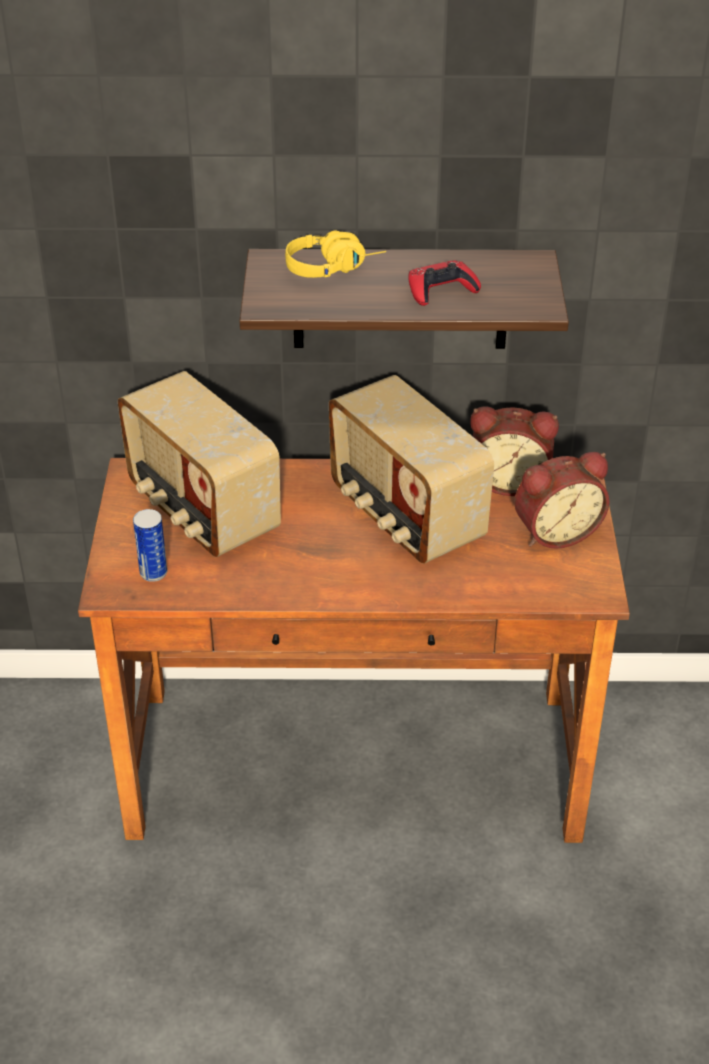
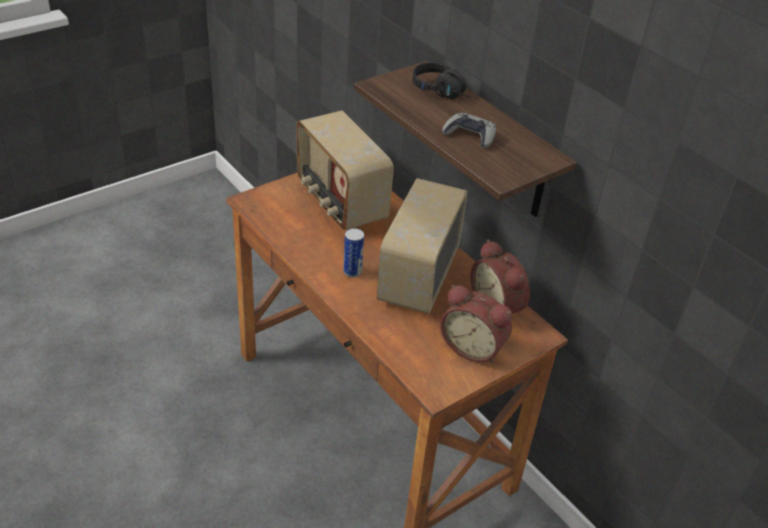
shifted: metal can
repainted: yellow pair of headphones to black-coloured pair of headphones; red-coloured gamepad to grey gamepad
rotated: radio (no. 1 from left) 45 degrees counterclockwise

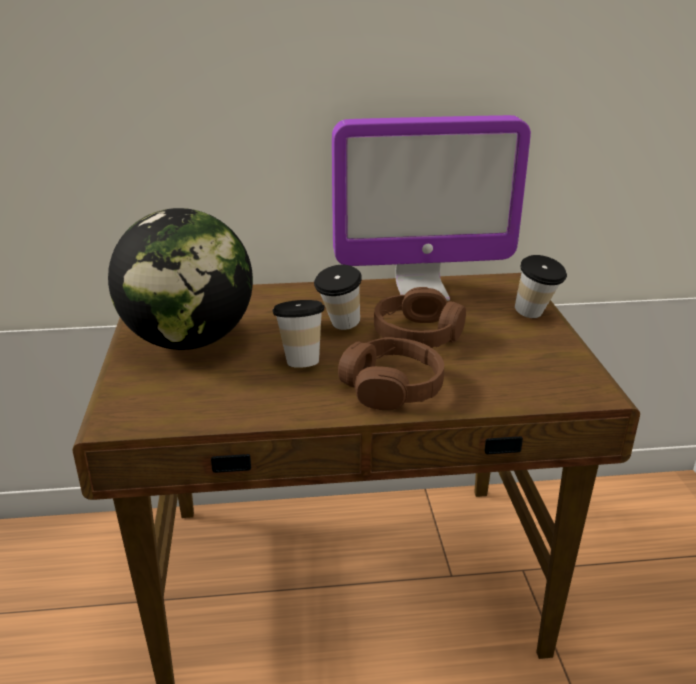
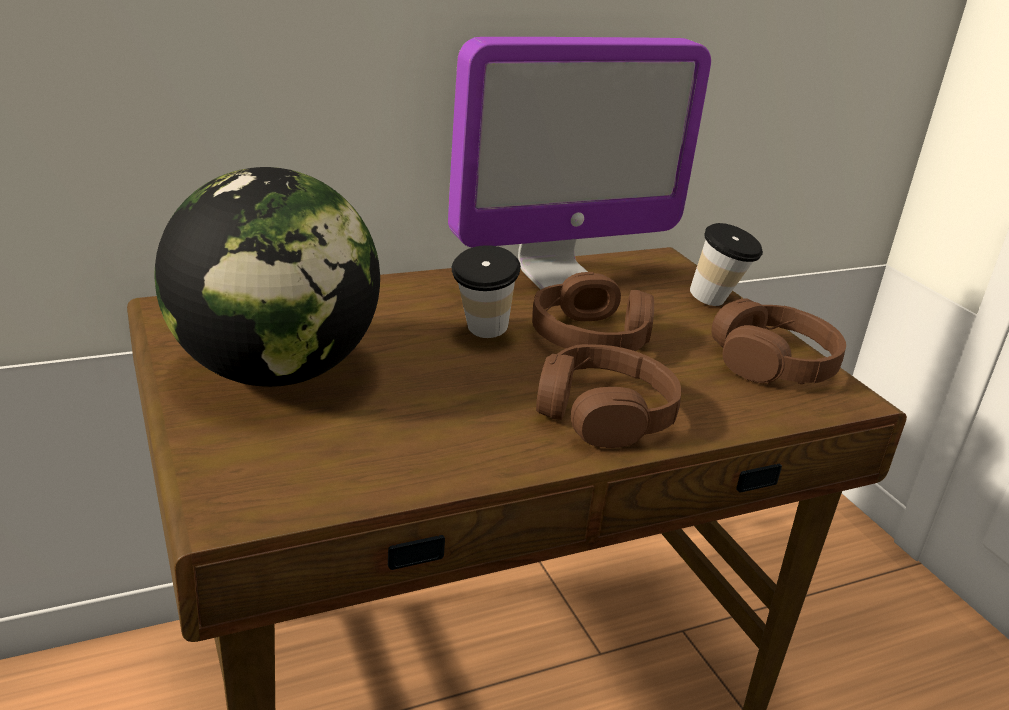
gone: cup (no. 1 from left)
new: brown pair of headphones (no. 3 from left)

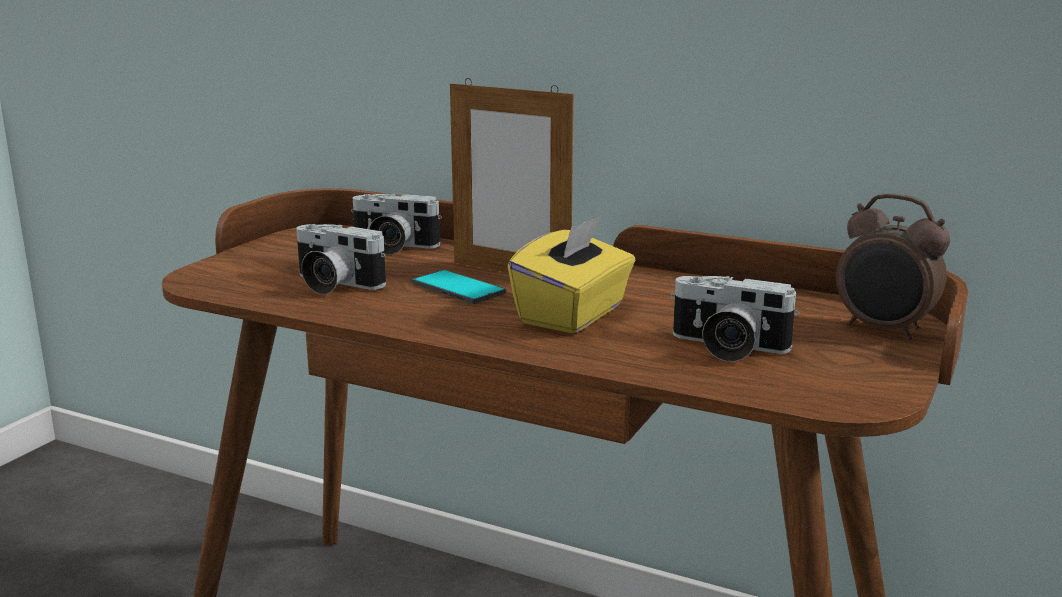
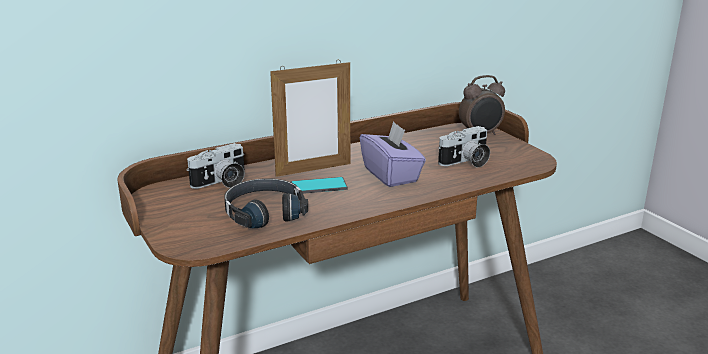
swapped: still camera (no. 1 from left) to black-coloured pair of headphones
repainted: yellow box of tissues to purplish box of tissues

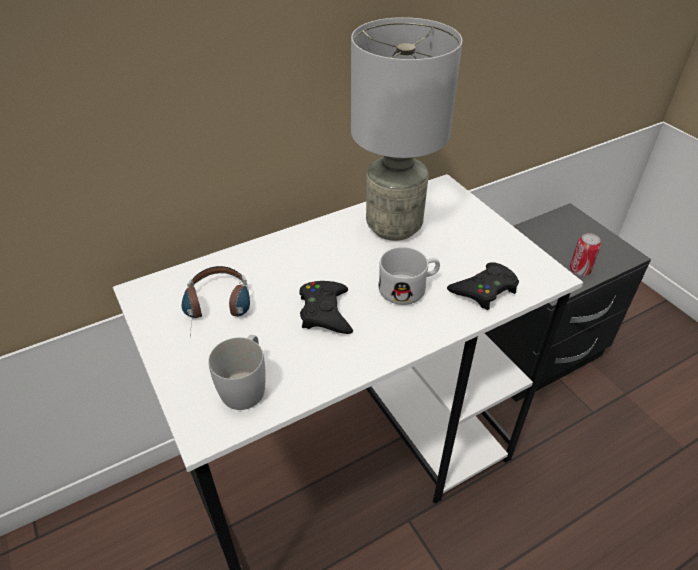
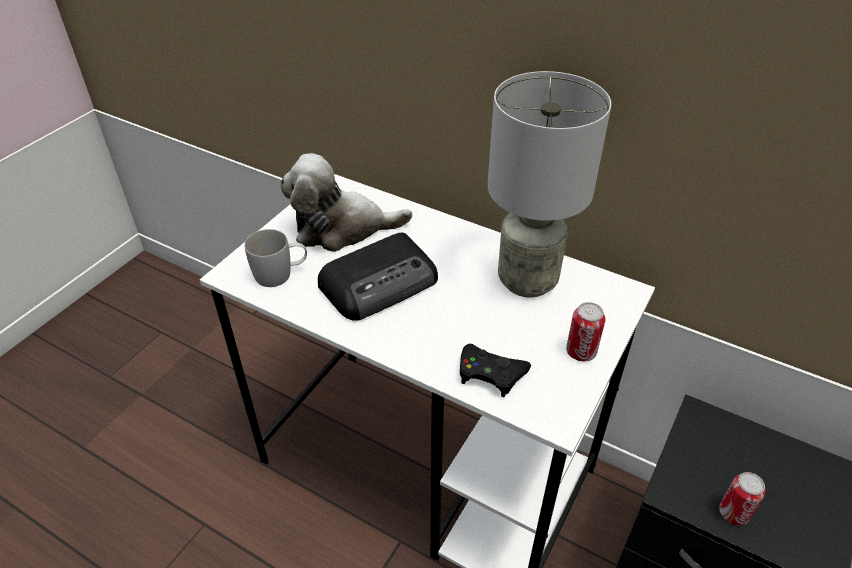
gone: white coffee mug (no. 2 from left)
new: metal can (no. 1 from left)
swapped: pair of headphones to cuddly toy; black-coloured gamepad (no. 1 from left) to radio

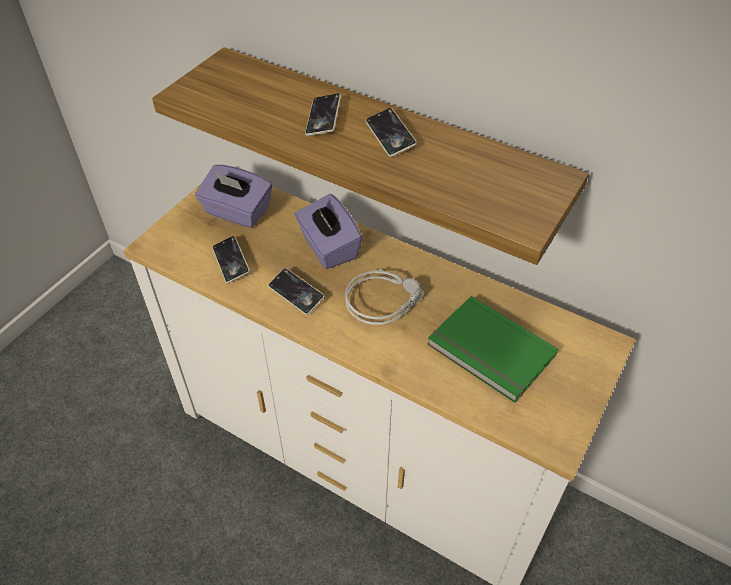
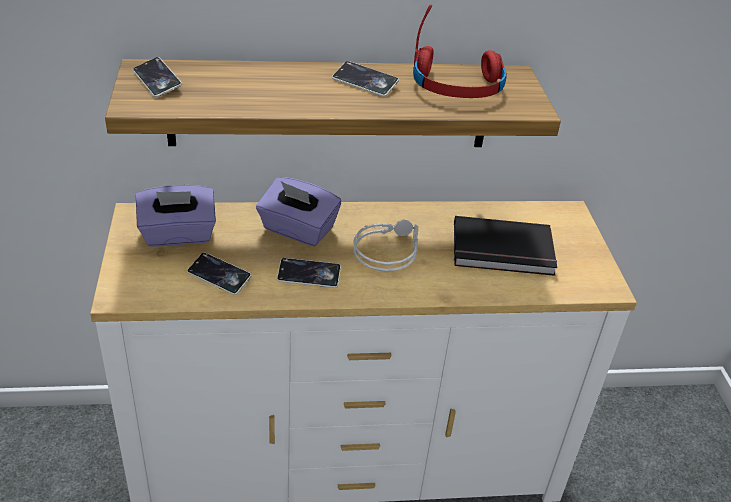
new: red-coloured pair of headphones
shifted: telephone (no. 3 from left in the first image) to telephone (no. 1 from left)
repainted: green bound book to black-coloured bound book

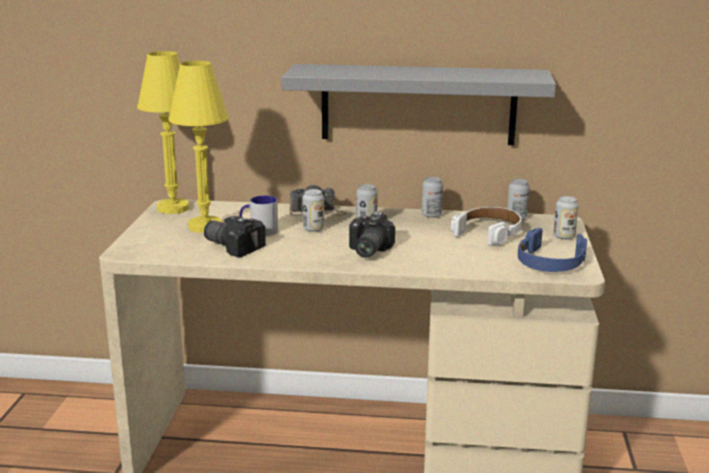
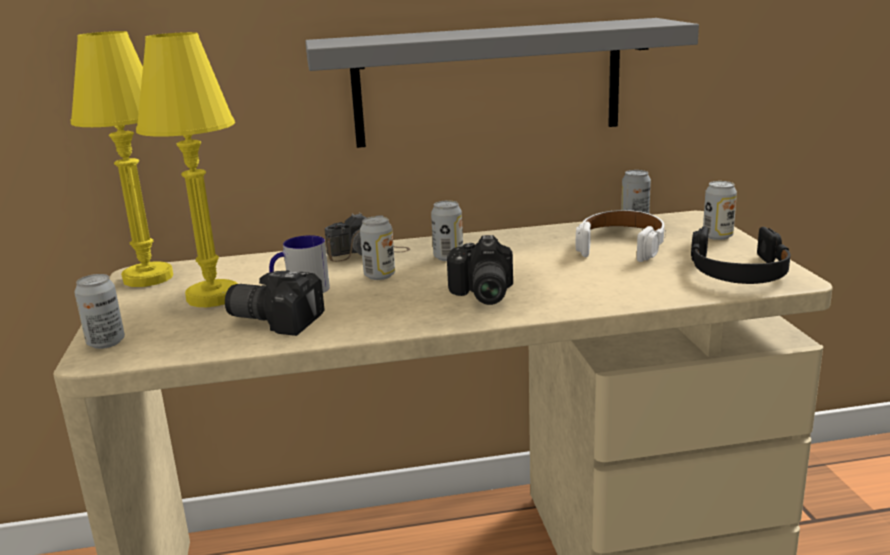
shifted: metal can (no. 3 from left in the first image) to metal can (no. 1 from left)
repainted: bluish pair of headphones to black-coloured pair of headphones

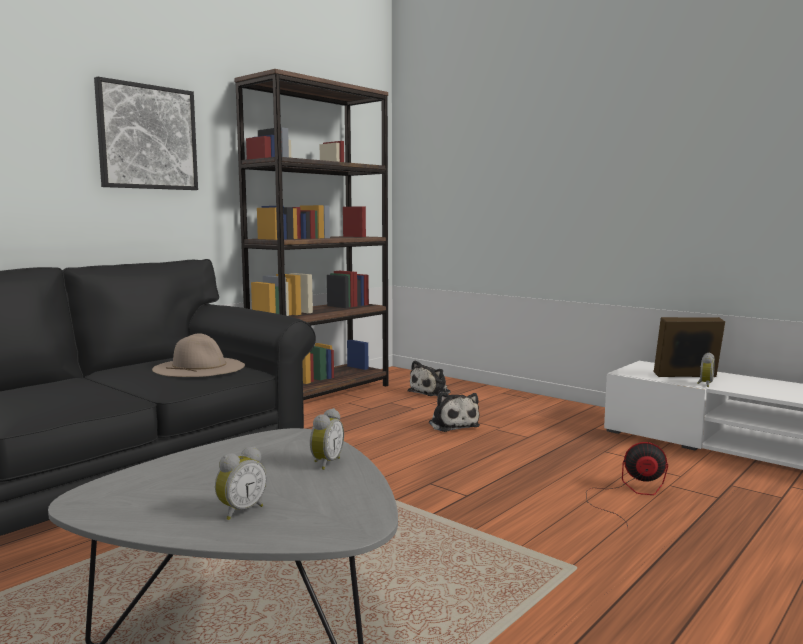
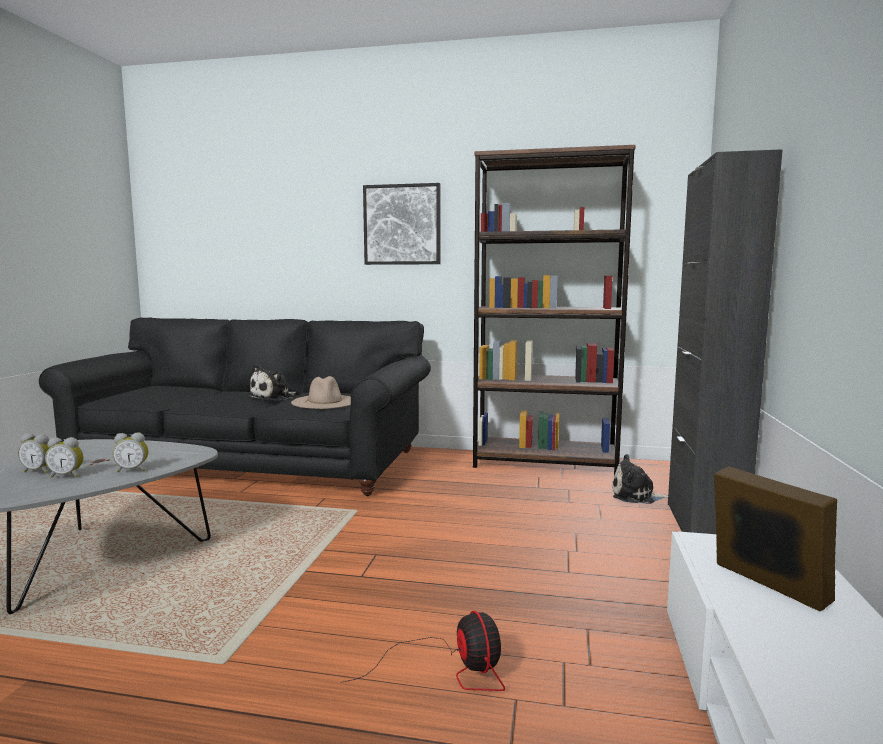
new: black-coloured cabinet
shifted: table clock (no. 3 from left in the first image) to table clock (no. 2 from left); cuddly toy (no. 2 from left in the first image) to cuddly toy (no. 1 from left)

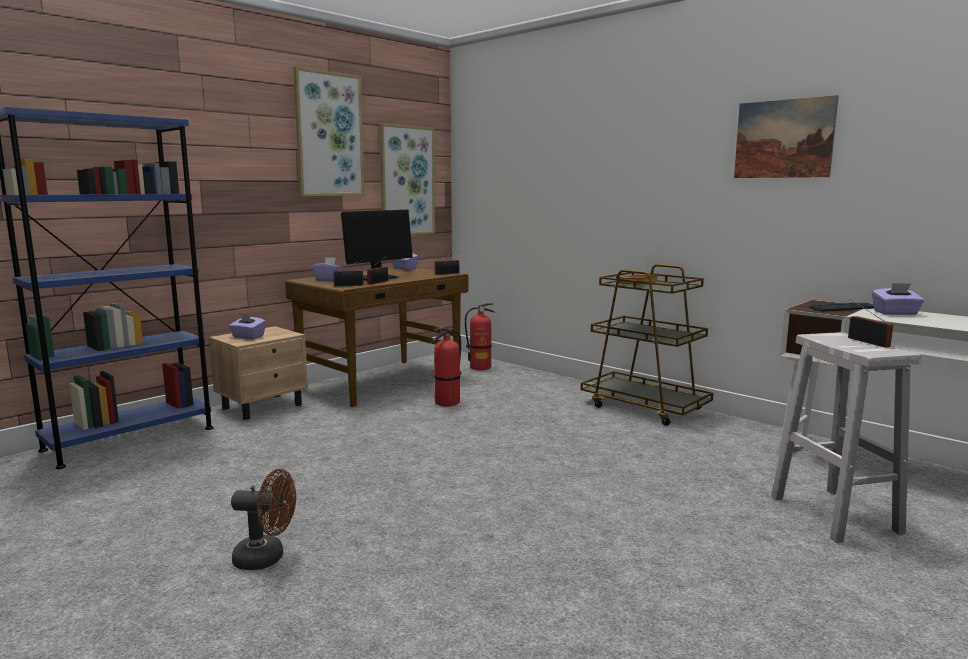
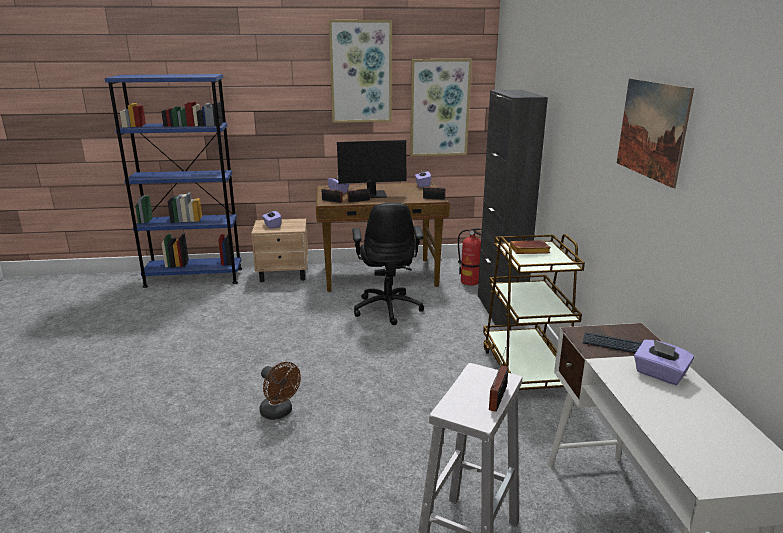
new: black-coloured cabinet
shifted: brown fan
swapped: extinguisher (no. 1 from left) to black-coloured office chair

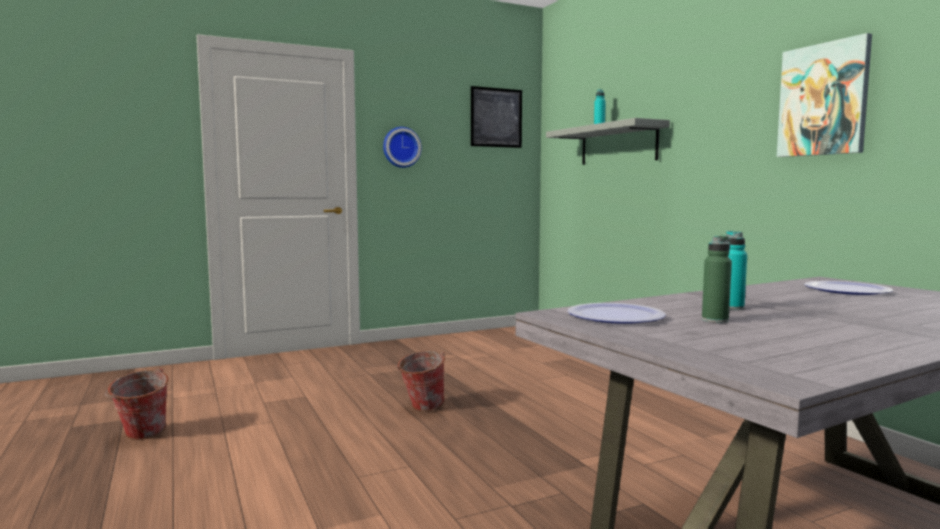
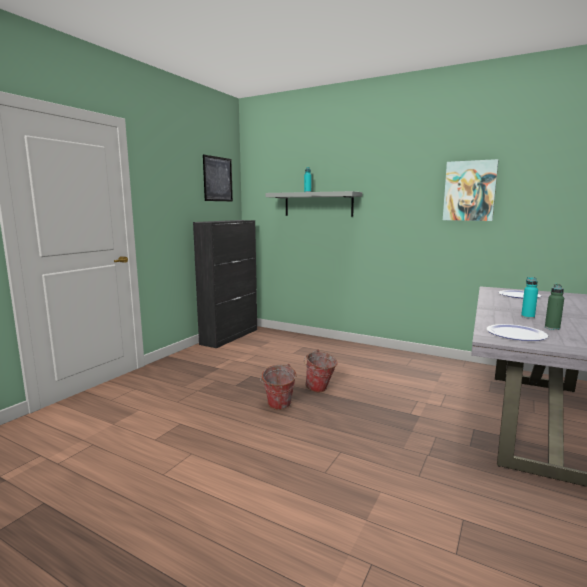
gone: hanging clock
new: black-coloured cabinet
shifted: bucket (no. 1 from left in the first image) to bucket (no. 2 from left)

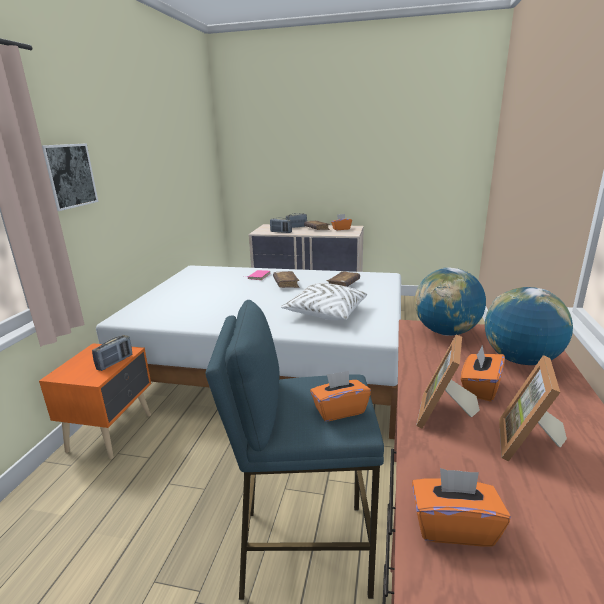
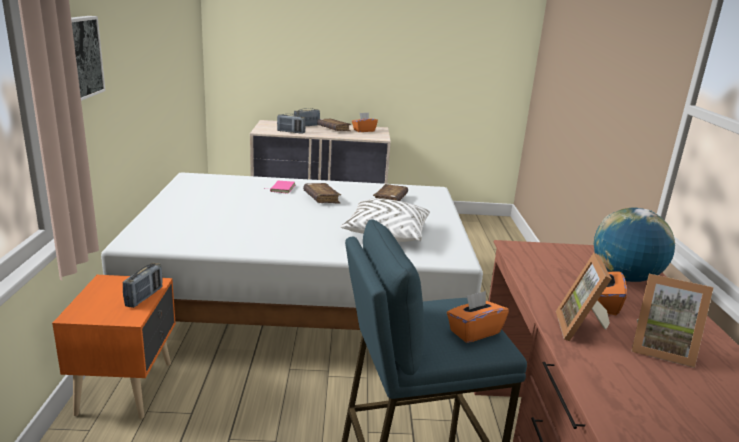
gone: world globe (no. 1 from left); orange-coloured box of tissues (no. 3 from left)
rotated: photo frame (no. 2 from left) 75 degrees counterclockwise

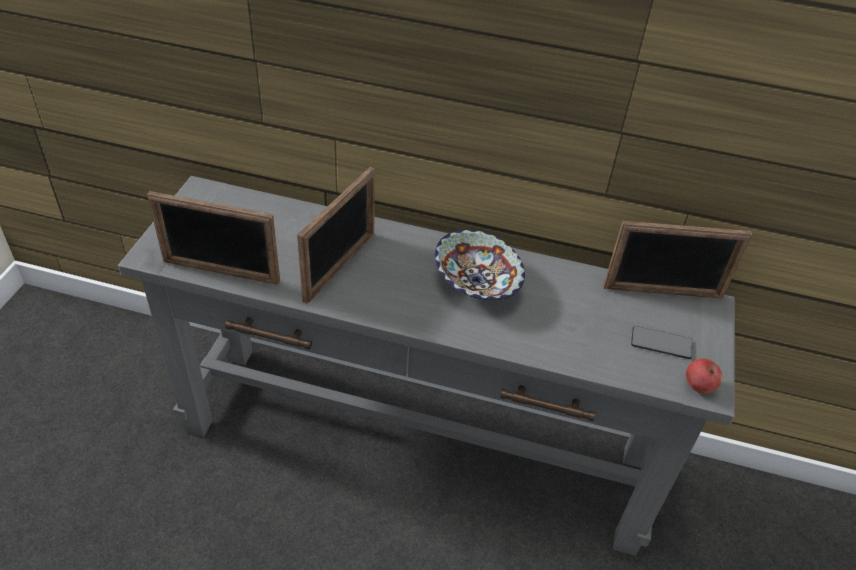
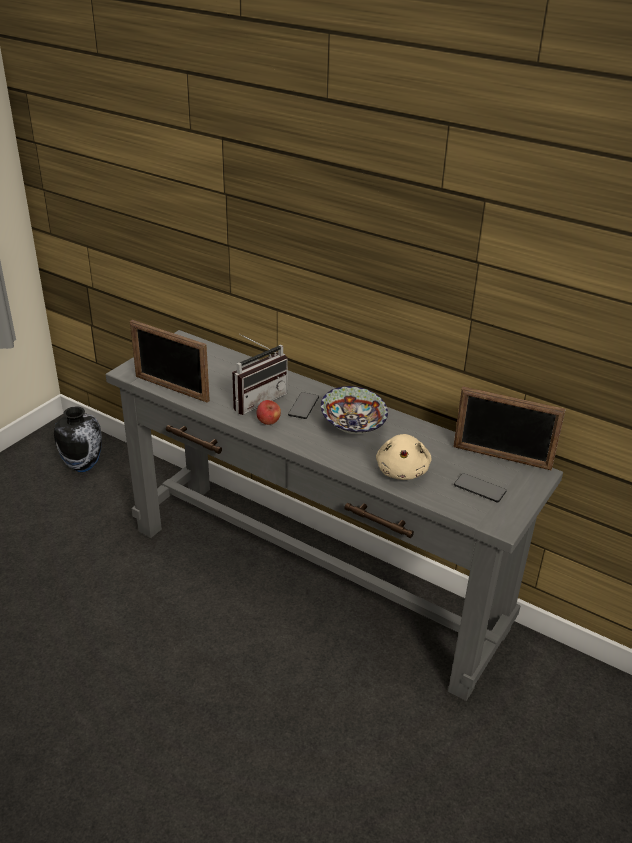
new: telephone (no. 1 from left); flower vase; sand-coloured cuddly toy
shifted: whole apple
swapped: photo frame (no. 2 from left) to radio

